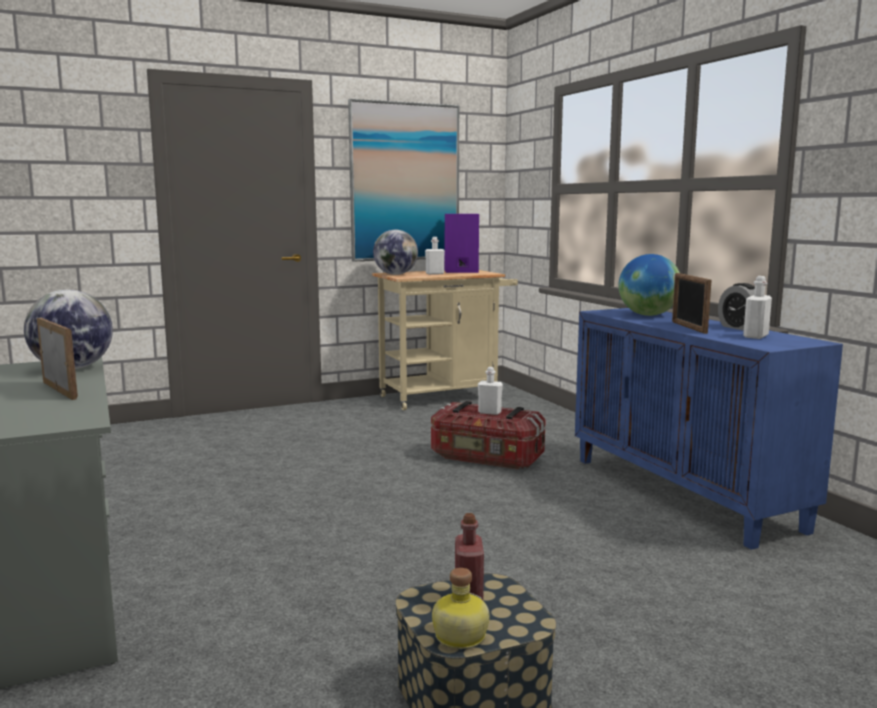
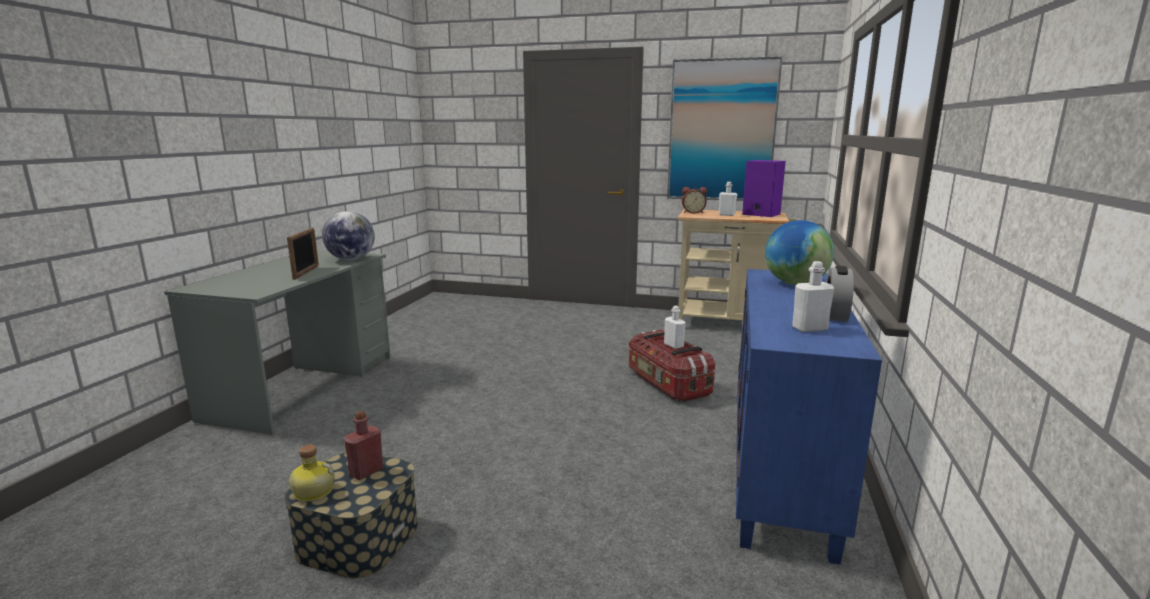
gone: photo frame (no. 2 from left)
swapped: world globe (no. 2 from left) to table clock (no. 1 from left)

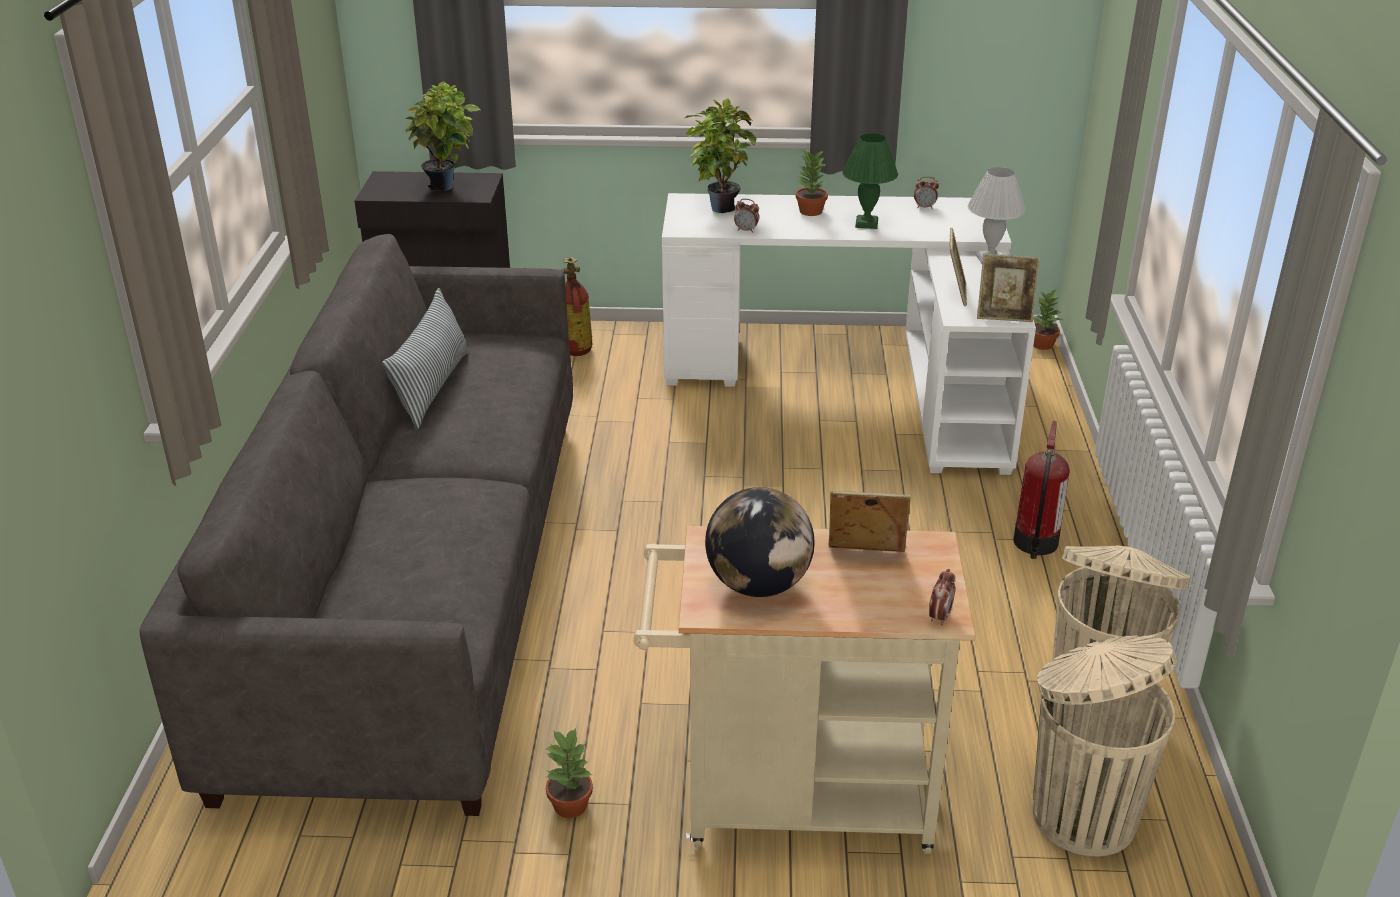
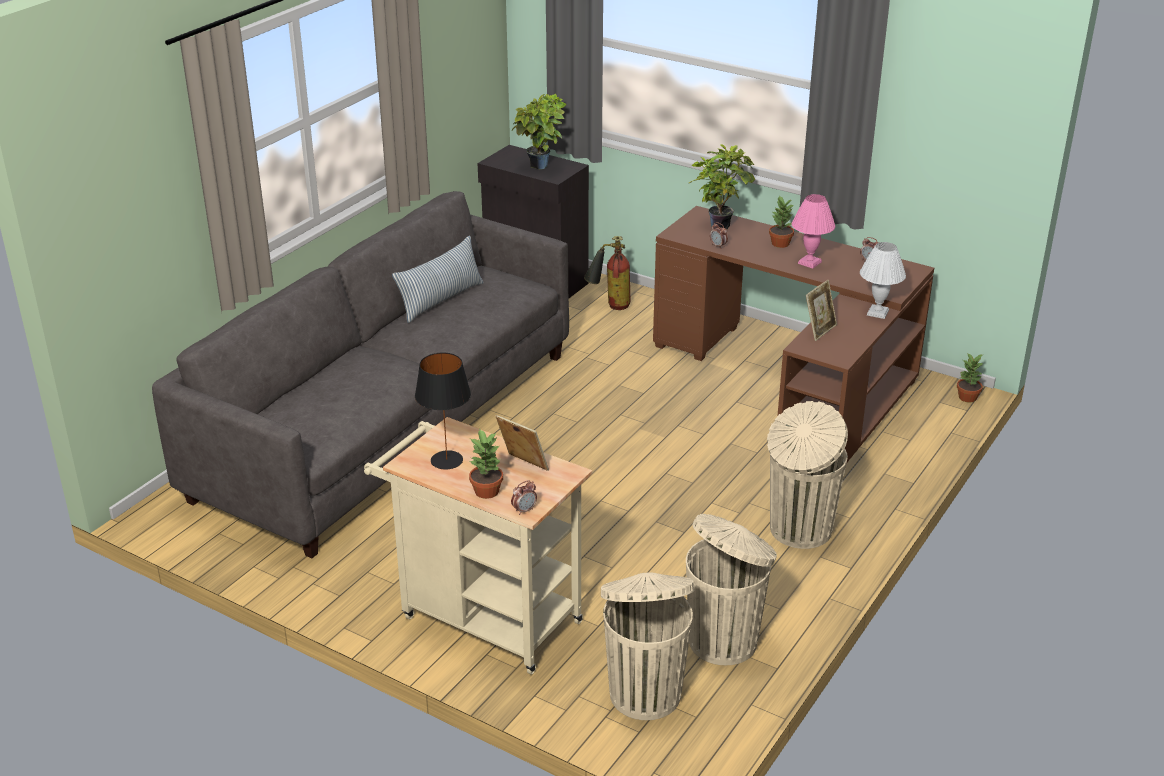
gone: photo frame (no. 3 from left)
shifted: potted plant (no. 2 from left in the first image) to potted plant (no. 1 from left)
swapped: extinguisher (no. 2 from left) to sand-coloured trash can (no. 3 from left); world globe to black-coloured tabletop lamp
repainted: green tabletop lamp to pink tabletop lamp; white desk table to brown desk table

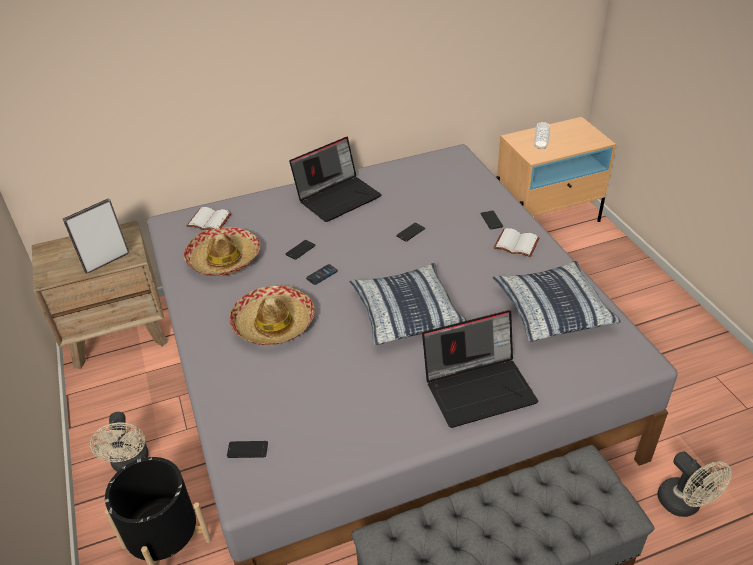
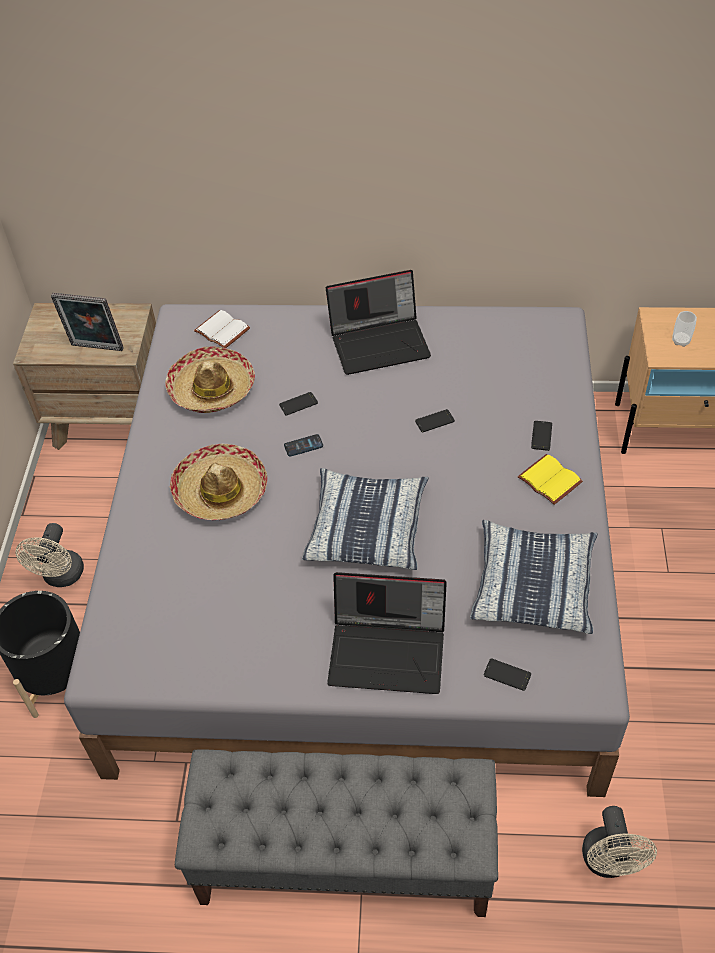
shifted: telephone (no. 1 from left in the first image) to telephone (no. 4 from left)
repainted: white bound book (no. 2 from left) to yellow bound book
rotated: photo frame 150 degrees counterclockwise

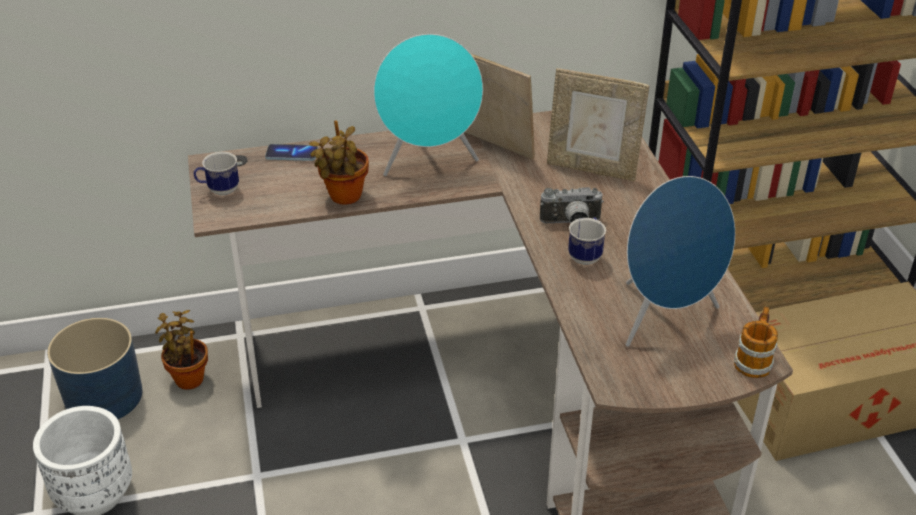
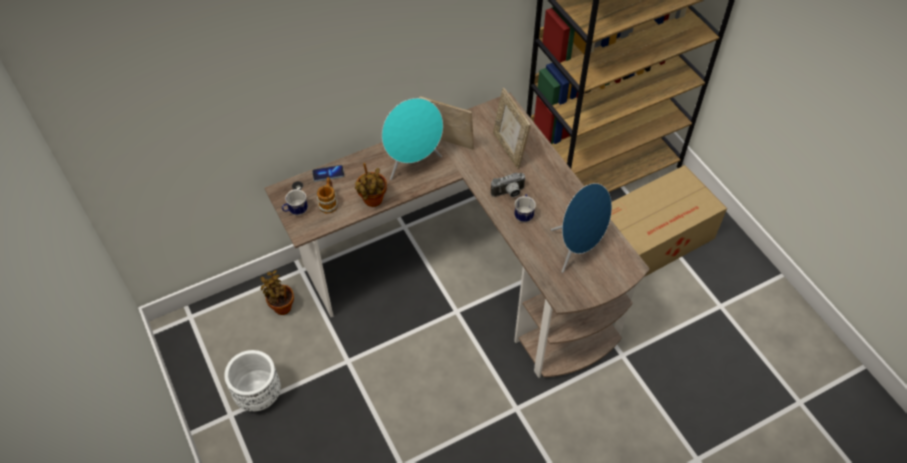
gone: bluish flower pot
shifted: coffee mug (no. 3 from left in the first image) to coffee mug (no. 2 from left)
rotated: photo frame (no. 2 from left) 60 degrees clockwise

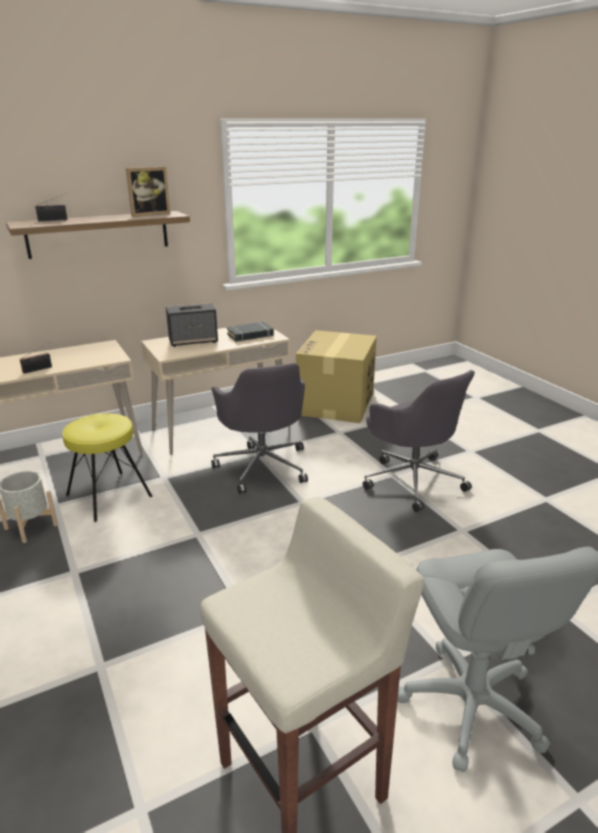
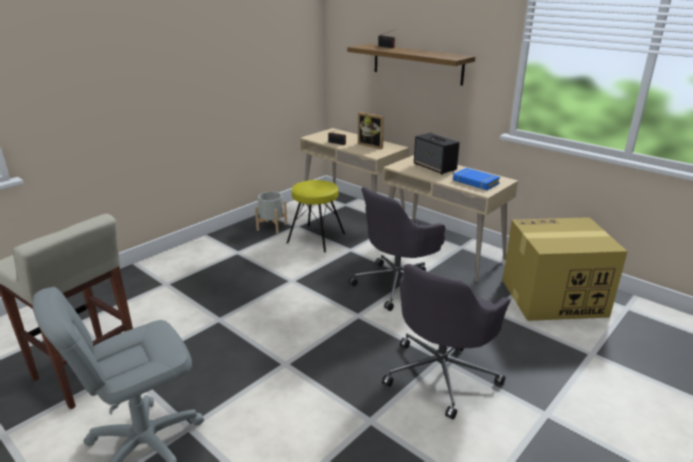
shifted: photo frame
repainted: black-coloured bound book to bluish bound book

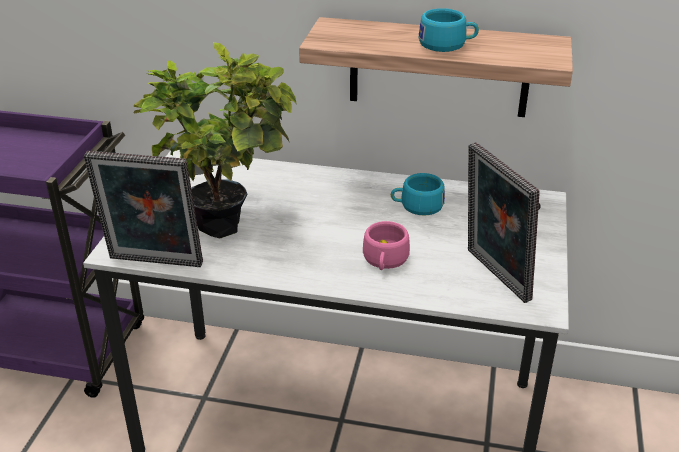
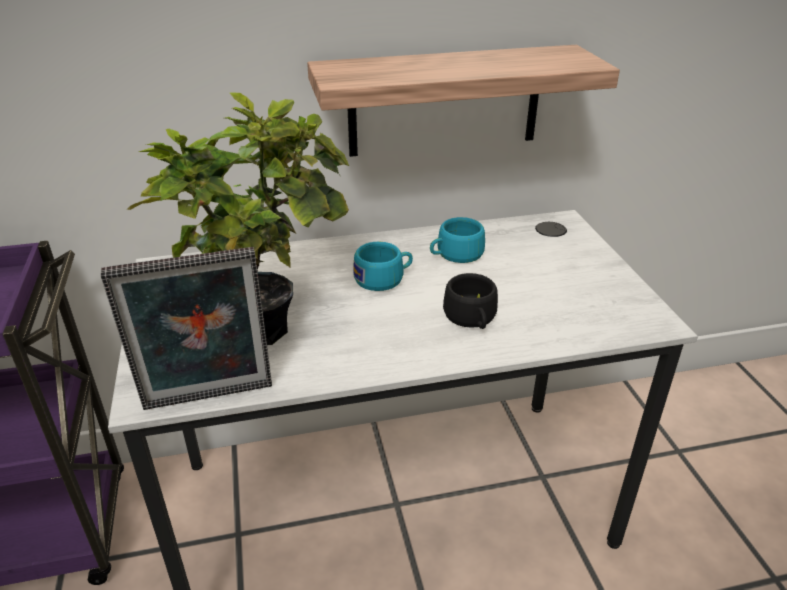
gone: photo frame (no. 2 from left)
shifted: turquoise cup (no. 2 from left in the first image) to turquoise cup (no. 1 from left)
repainted: pink cup to black-coloured cup

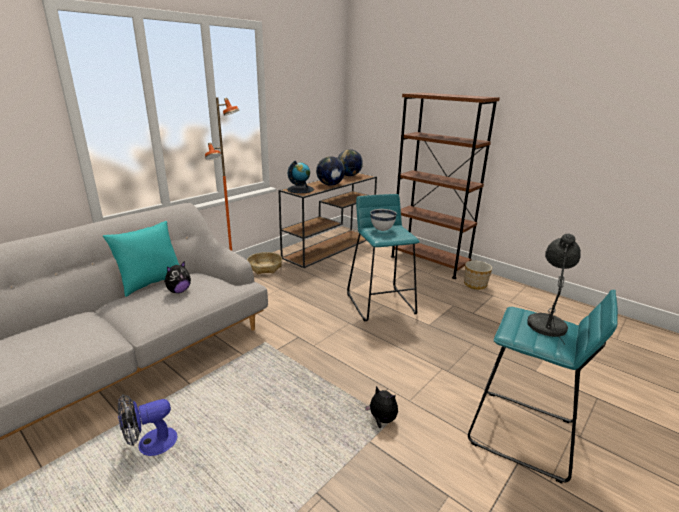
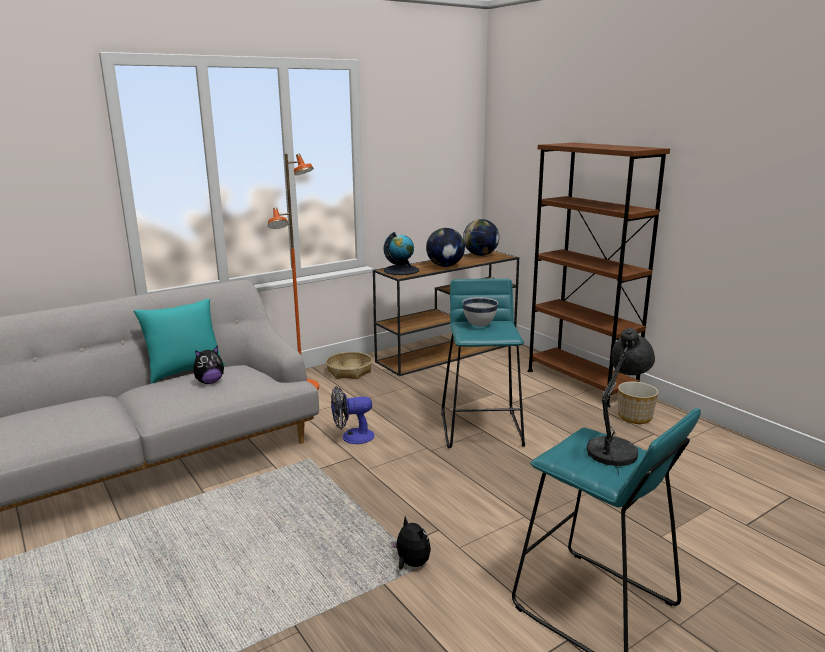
shifted: fan

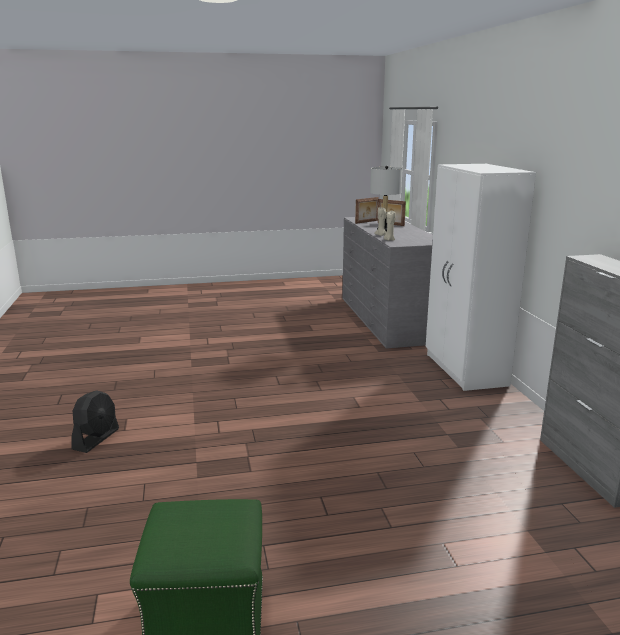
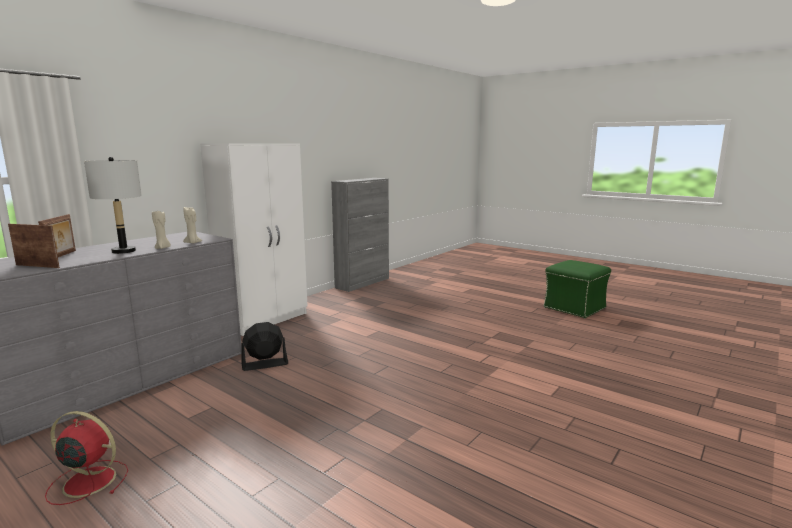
new: red-coloured fan
shifted: black-coloured fan

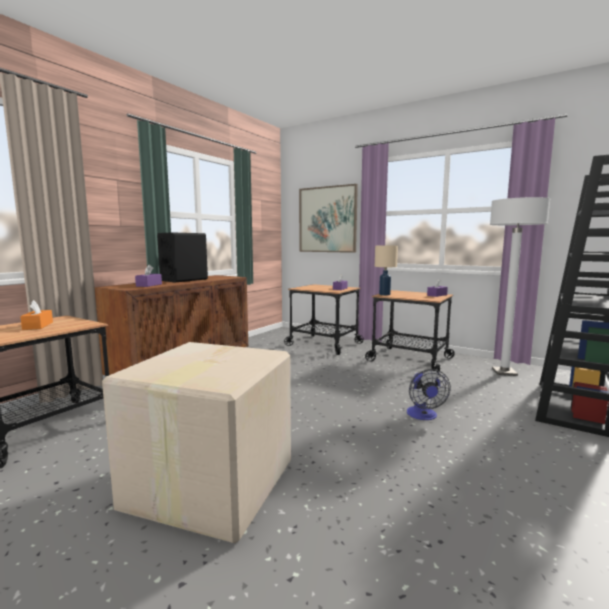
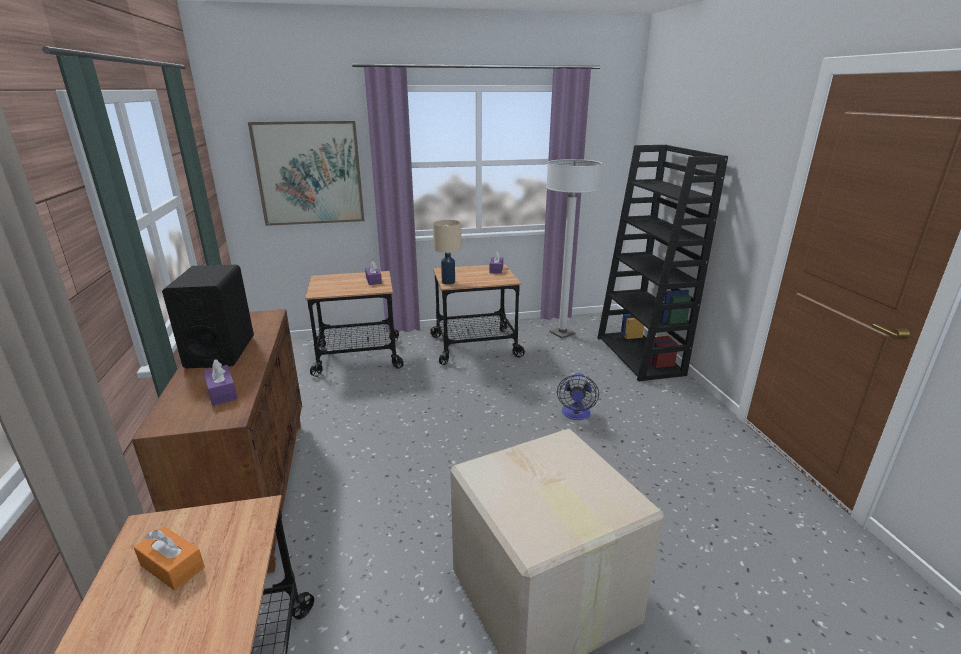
rotated: fan 60 degrees clockwise

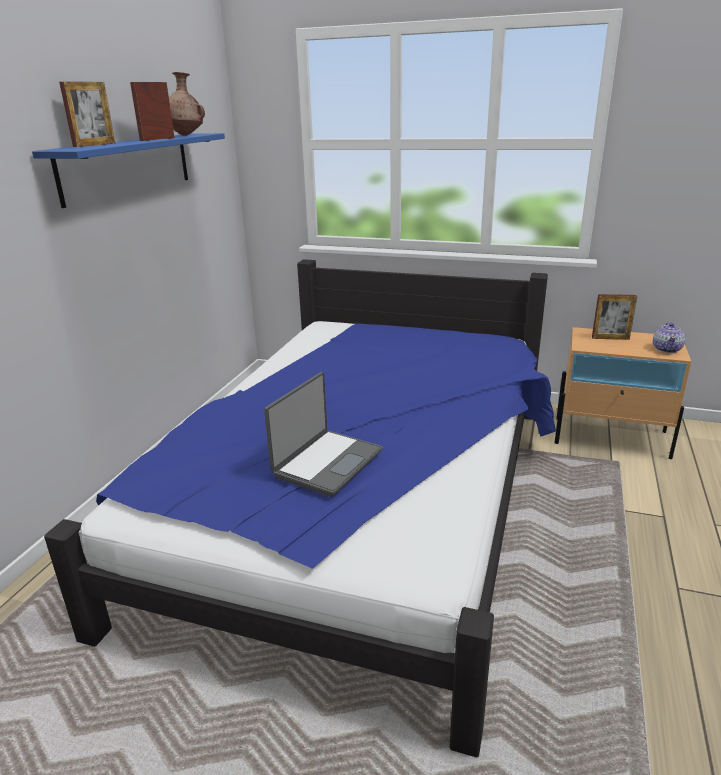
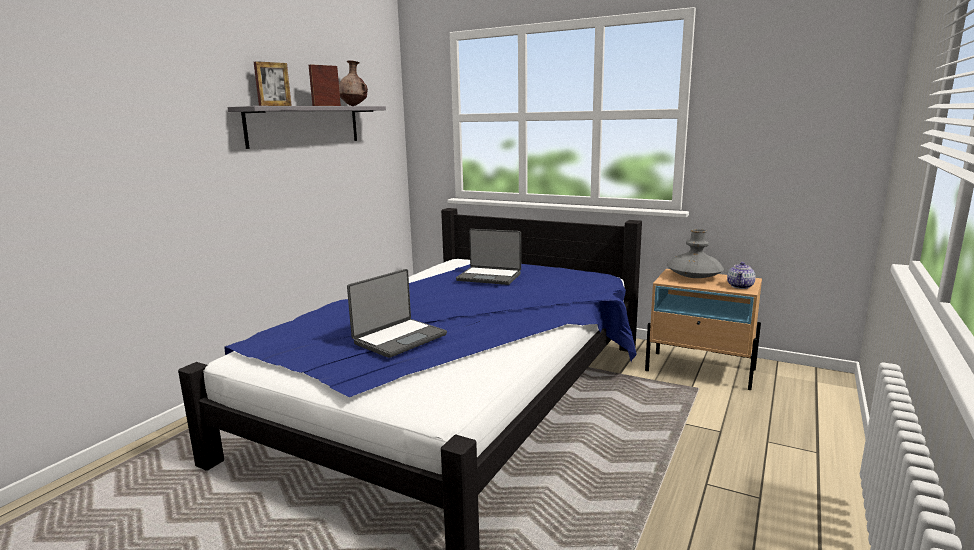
new: laptop (no. 2 from left)
swapped: photo frame (no. 3 from left) to grey flower vase
repainted: bluish bracket shelf to grey bracket shelf

